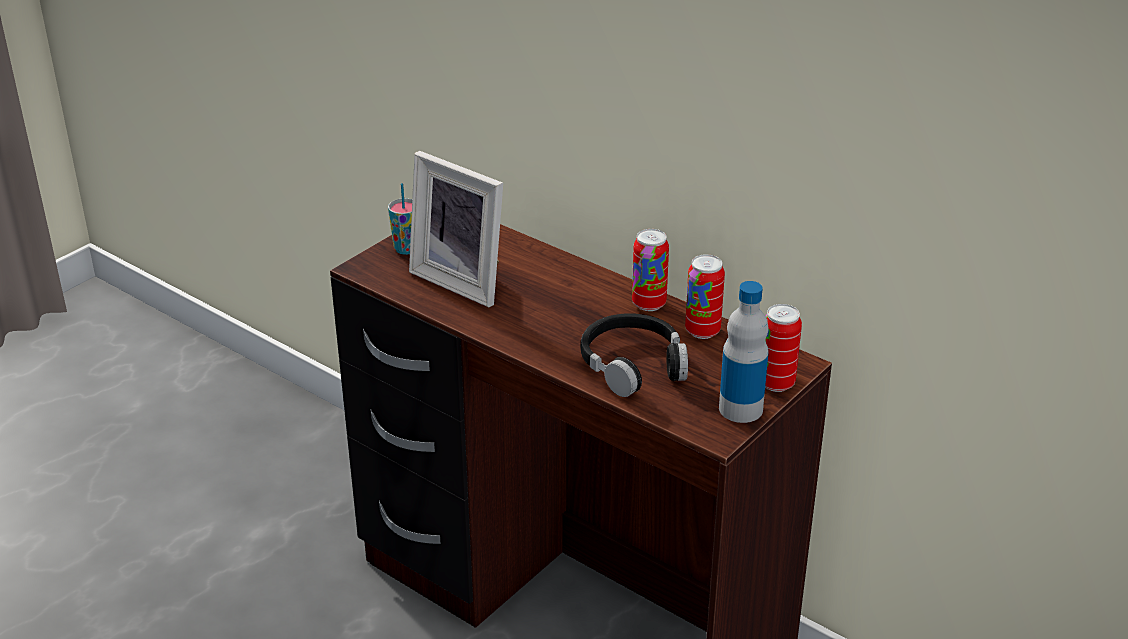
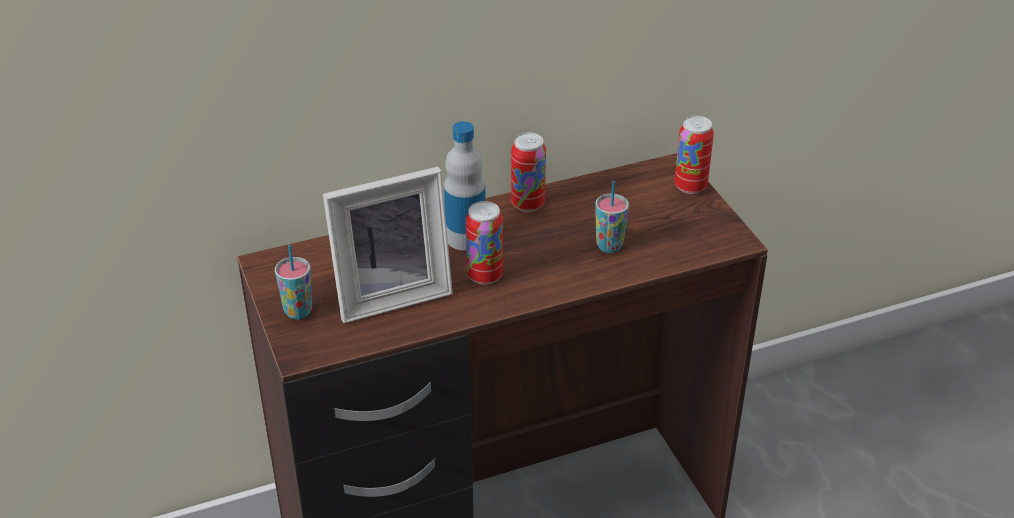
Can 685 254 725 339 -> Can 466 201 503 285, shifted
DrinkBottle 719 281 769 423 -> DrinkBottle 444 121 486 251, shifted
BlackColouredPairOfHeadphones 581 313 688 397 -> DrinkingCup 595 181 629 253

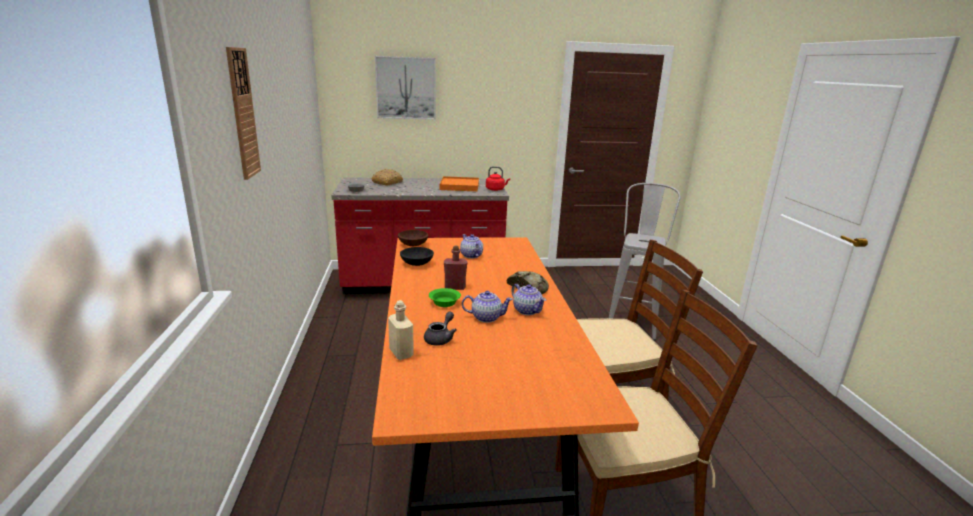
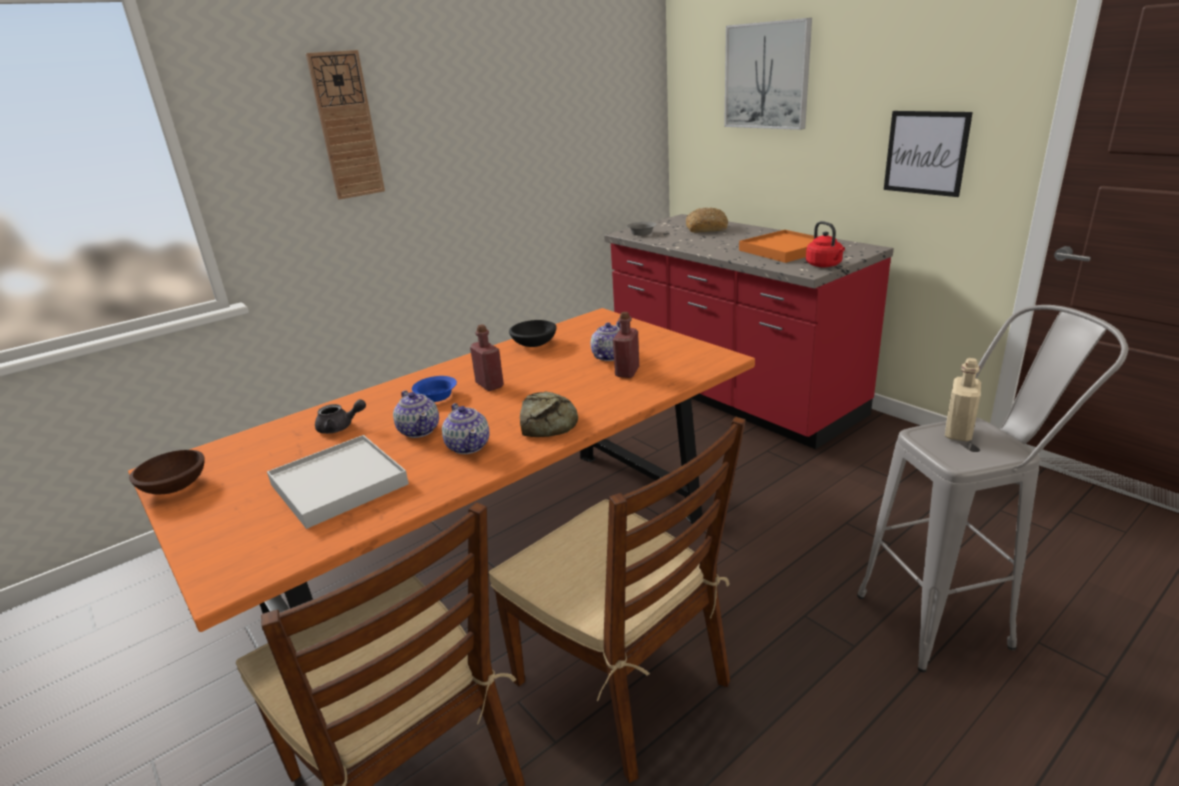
BrownServingBowl 398 230 428 246 -> BrownServingBowl 129 450 205 495, shifted
PotForTea 511 284 546 315 -> PotForTea 442 403 490 454, 45 degrees counterclockwise
GreenishServingBowl 429 288 461 307 -> BluishServingBowl 412 376 457 402
SandColouredDrinkBottle 388 300 414 360 -> SandColouredDrinkBottle 945 358 981 441, shifted
none -> WallPicture 884 111 973 197
none -> RedDrinkBottle 613 312 639 378
none -> WhitishServingTray 267 435 409 529

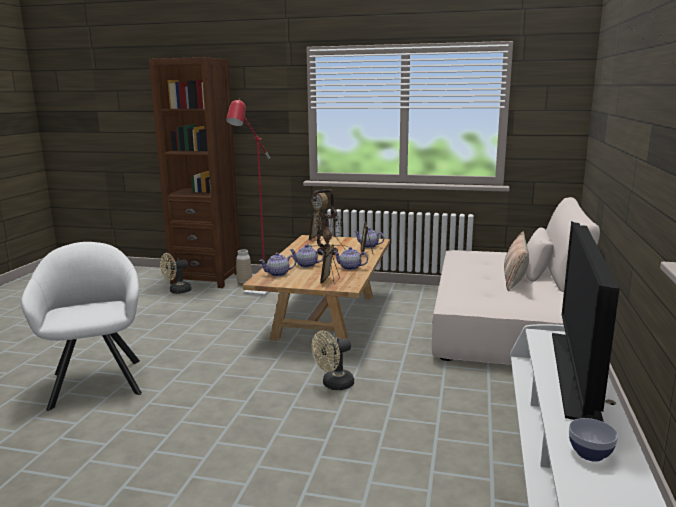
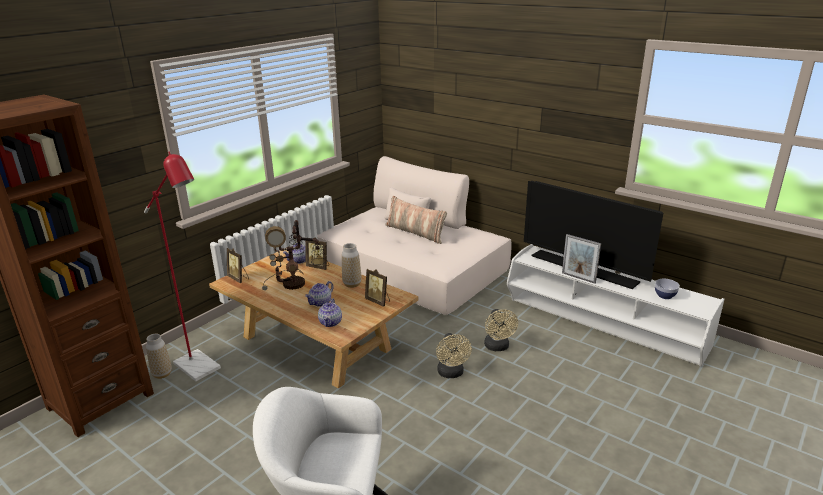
PotForTea 333 247 368 270 -> Vase 342 243 361 288
SandColouredCoolingFan 160 253 192 294 -> SandColouredCoolingFan 484 309 518 351, shifted
none -> StandingFrame 562 234 601 284

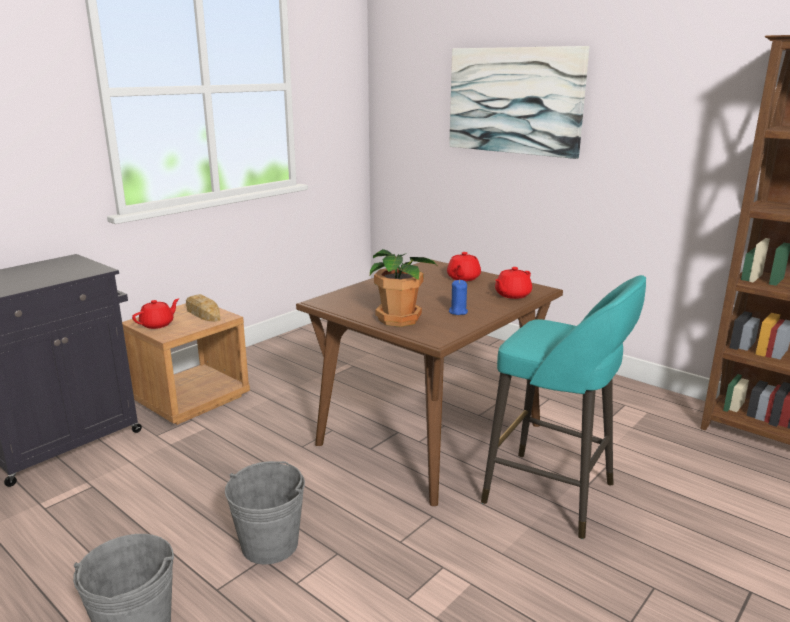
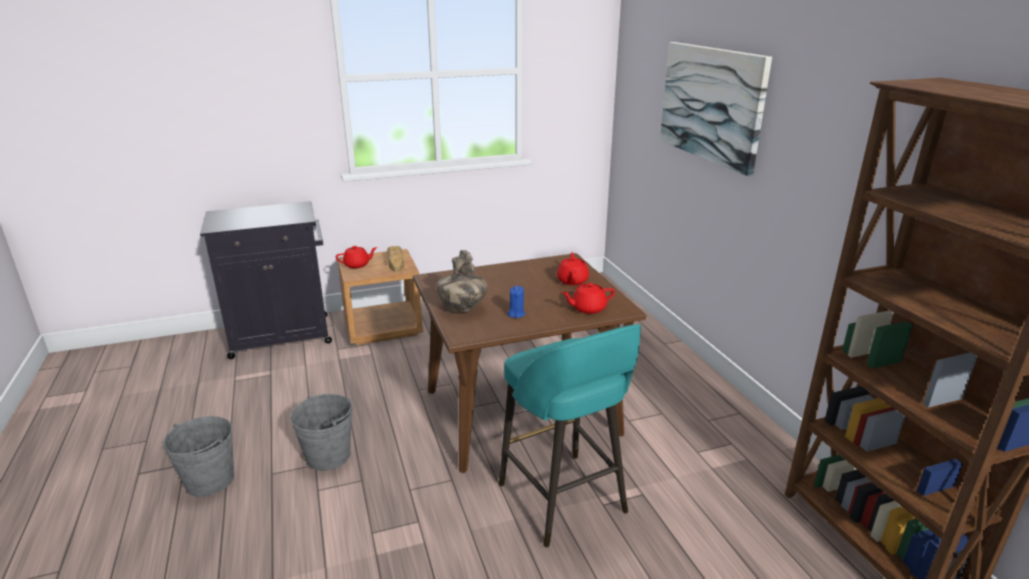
Houseplant 370 249 437 327 -> Vase 436 250 487 312
RedPotForTea 447 252 481 281 -> RedPotForTea 557 252 589 285, 135 degrees clockwise

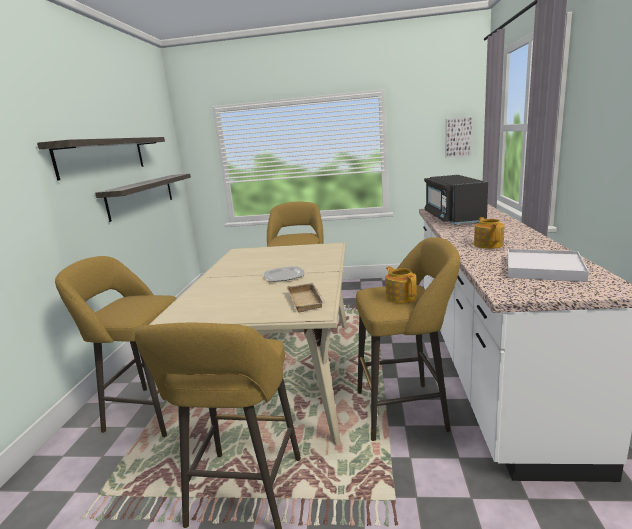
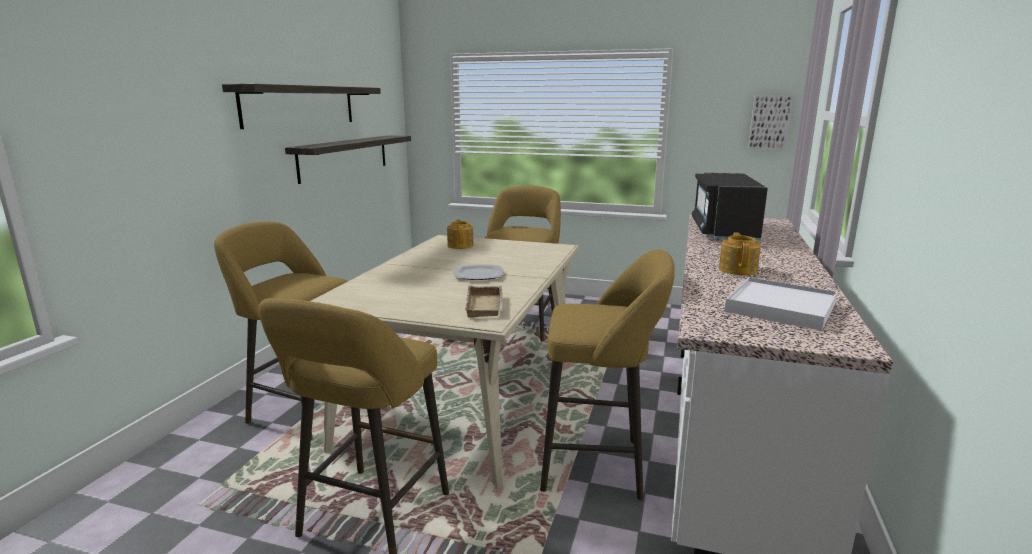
PotForTea 385 266 417 303 -> PotForTea 447 219 474 249, shifted

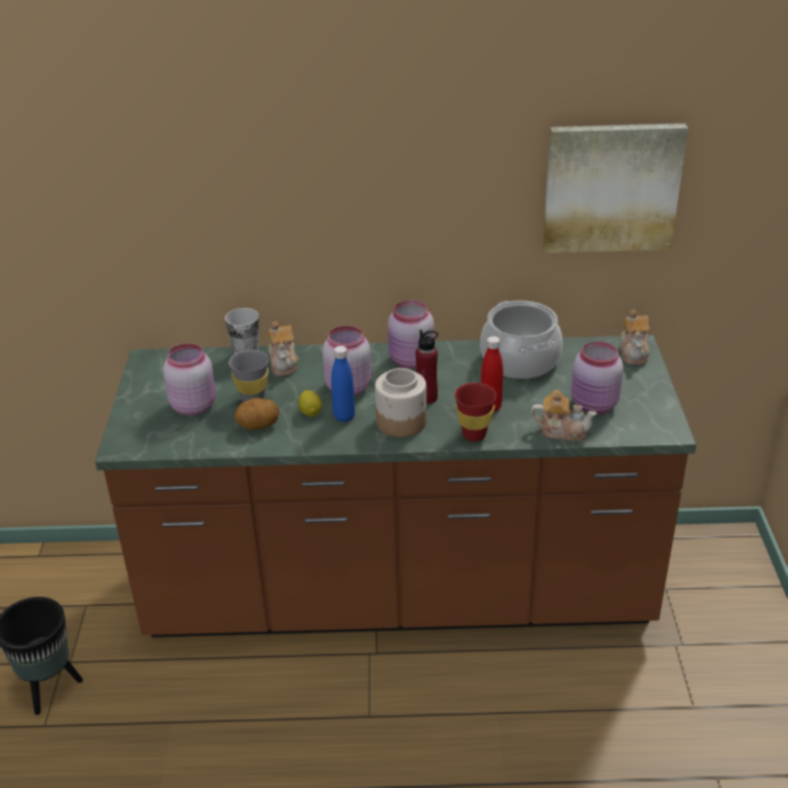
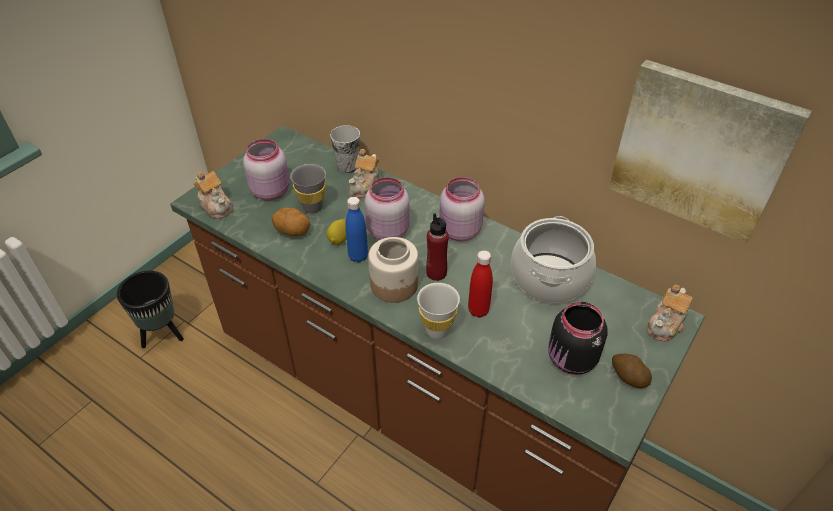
PinkColouredJar 571 341 623 414 -> BlackColouredJar 548 302 608 375
RedDrinkingCup 454 382 497 442 -> WhitishDrinkingCup 417 283 460 339
PotForTea 531 390 597 441 -> PotForTea 193 171 232 219, shifted
none -> Spud 612 354 652 388

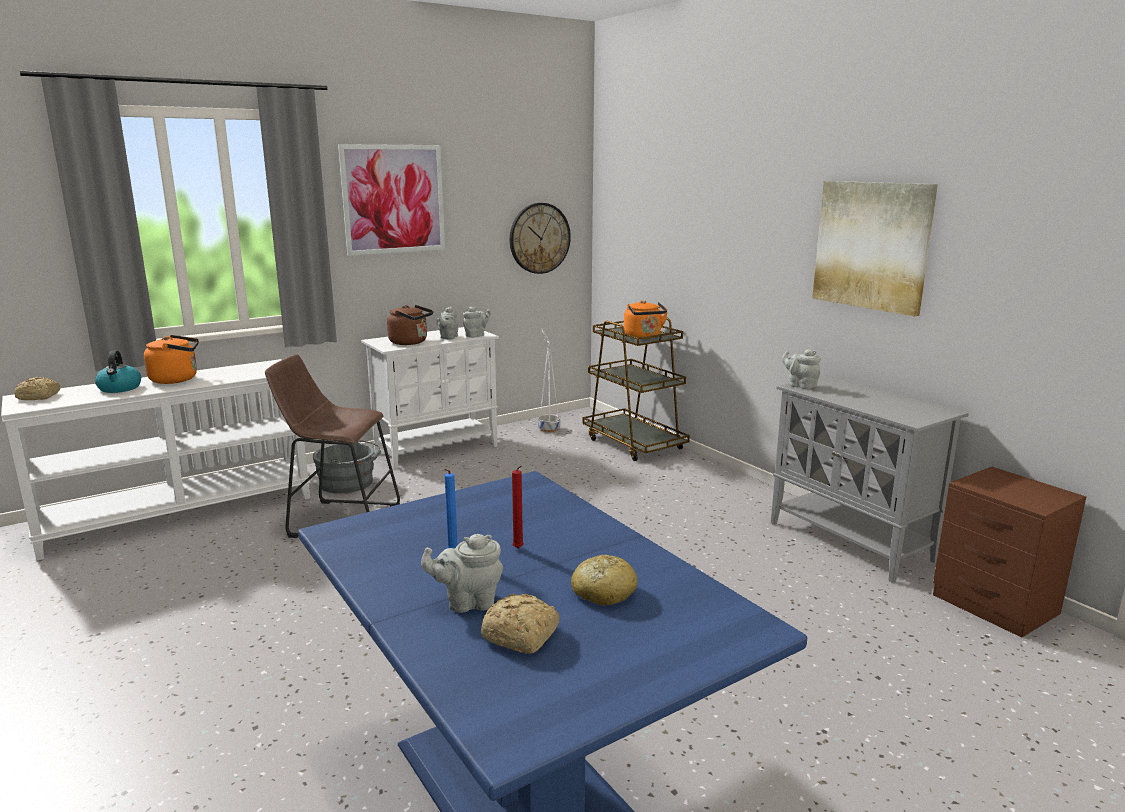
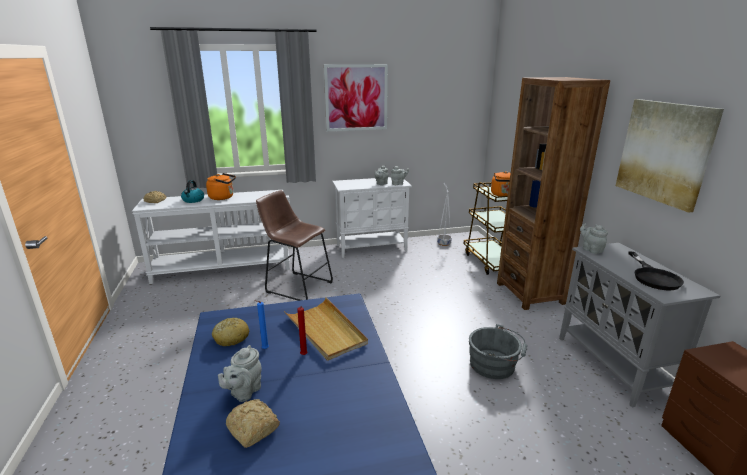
HangingClock 510 203 571 274 -> none
BrownTeaKettle 387 305 433 345 -> none
GreyWaterBucket 313 440 381 493 -> GreyWaterBucket 469 324 527 379, shifted
GreyPotForTea 421 534 503 613 -> GreyPotForTea 218 345 261 402, 75 degrees counterclockwise
BakedBread 571 555 637 605 -> BakedBread 212 318 249 346, shifted
none -> BrownShelvingUnit 497 77 610 310
none -> BlackColouredSkillet 628 252 684 290
none -> SandColouredServingTray 284 298 368 361

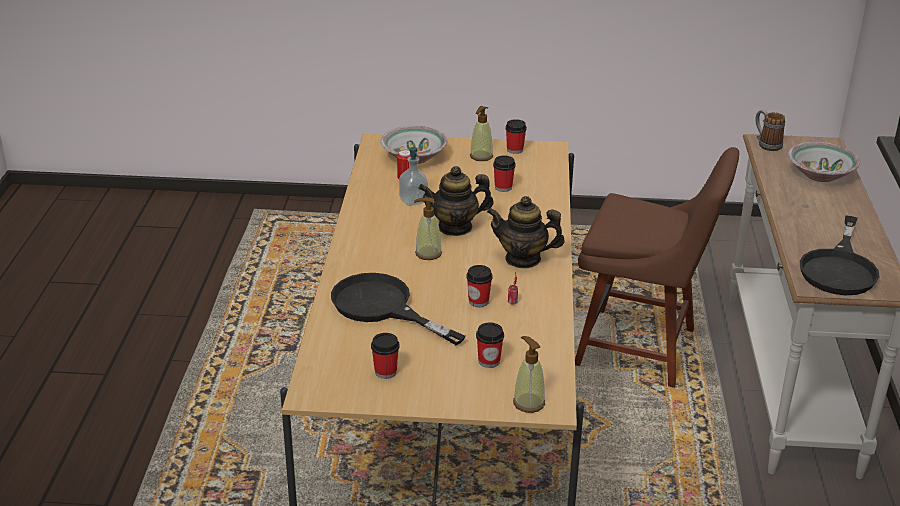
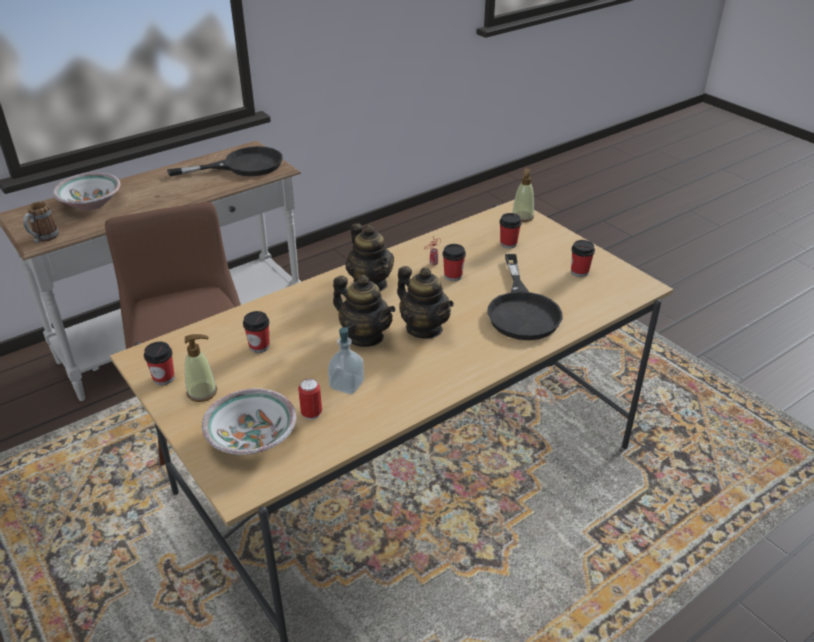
SoapDispenser 414 197 442 260 -> PotForTea 397 266 454 339

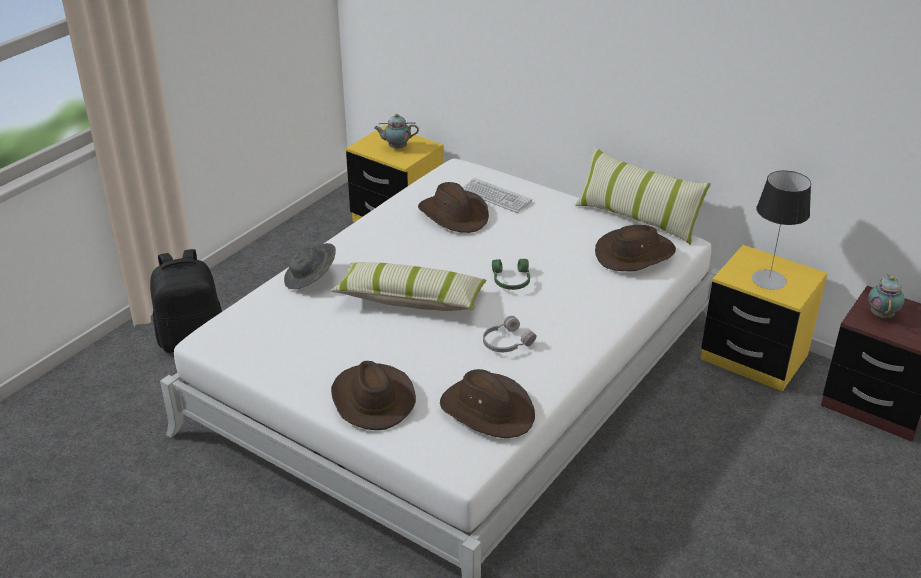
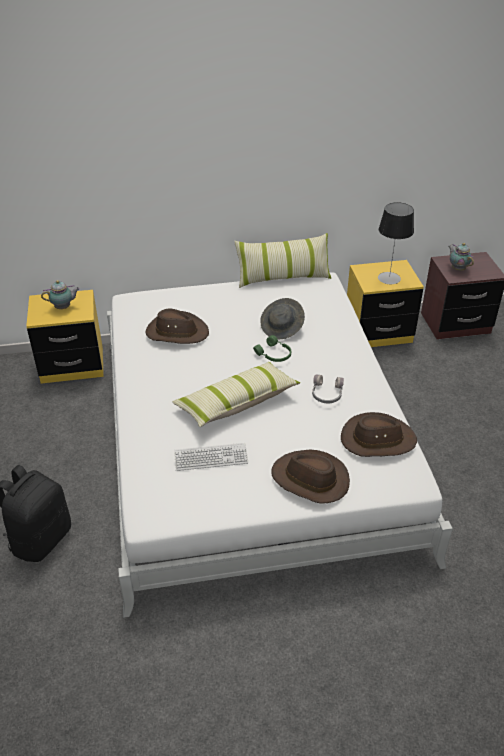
PotForTea 374 114 419 149 -> PotForTea 41 280 80 309, 150 degrees counterclockwise
PcKeyboard 462 178 532 213 -> PcKeyboard 174 443 248 471, shifted
BrownWearableHat 595 225 676 271 -> none
GreyWearableHat 284 243 336 289 -> GreyWearableHat 260 298 305 339, shifted

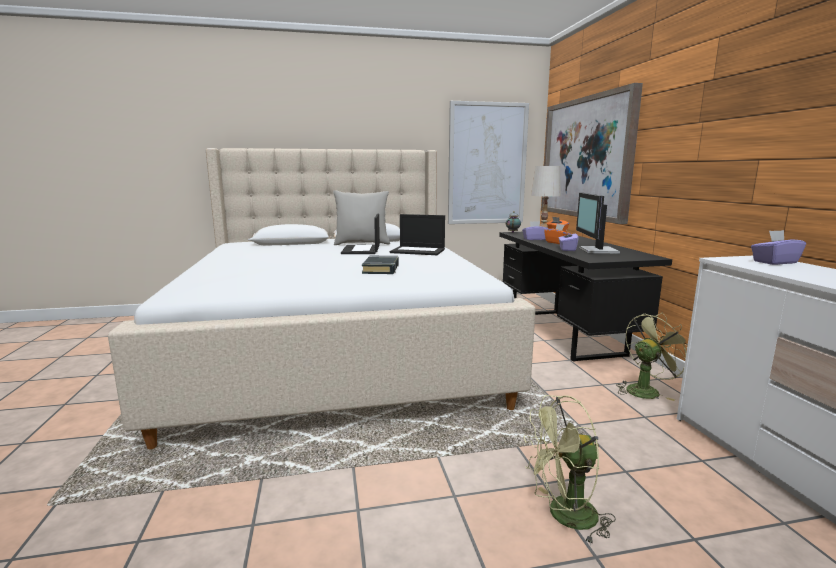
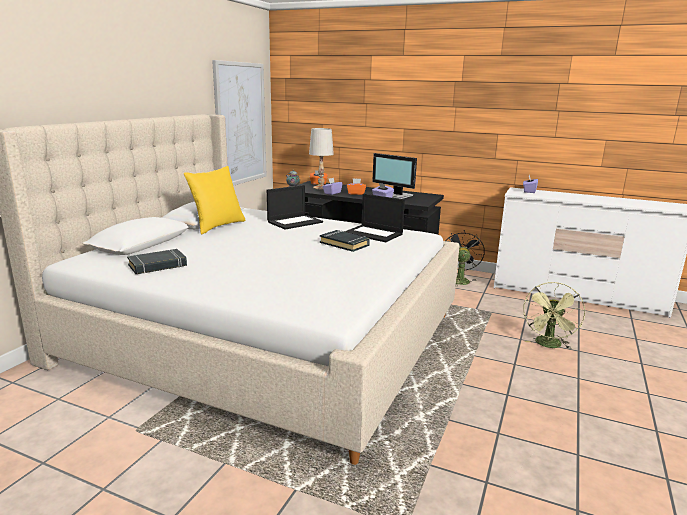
WallPicture 541 83 643 224 -> none
GreyPillow 333 190 390 245 -> YellowPillow 184 166 245 234
Laptop 341 213 380 254 -> Laptop 344 194 405 242, shifted
GreenishCoolingFan 616 313 687 401 -> BlackColouredCoolingFan 445 230 485 287
none -> BlackColouredBoundBook 127 249 187 274

